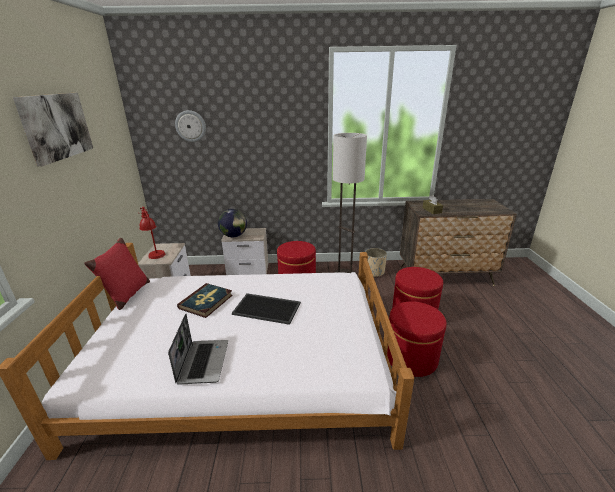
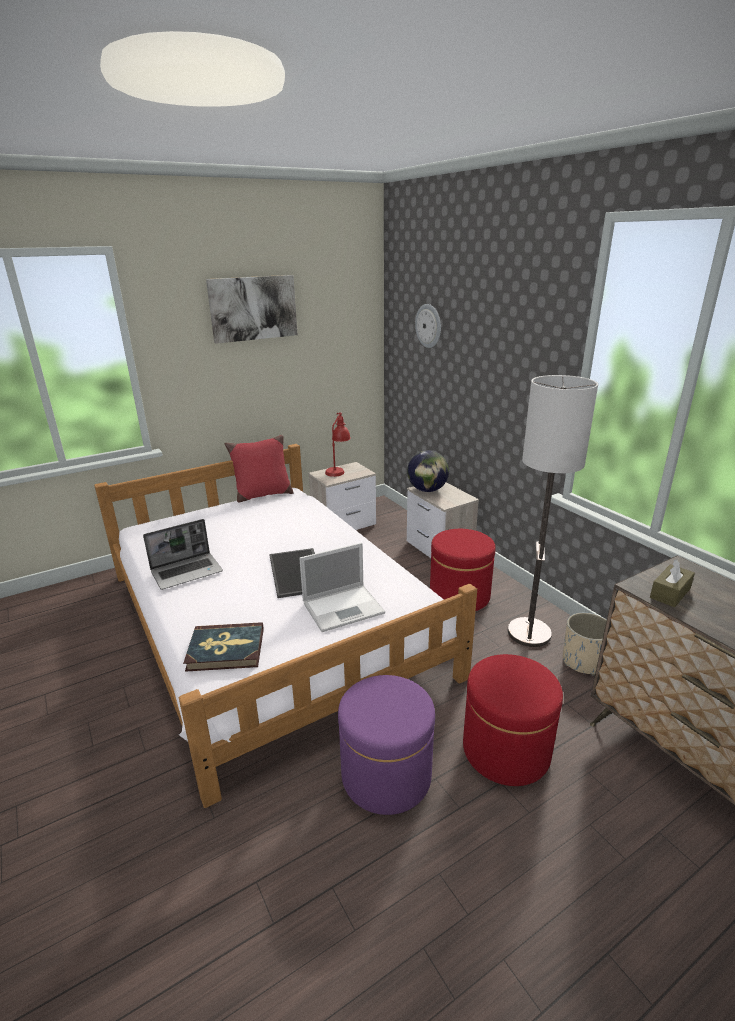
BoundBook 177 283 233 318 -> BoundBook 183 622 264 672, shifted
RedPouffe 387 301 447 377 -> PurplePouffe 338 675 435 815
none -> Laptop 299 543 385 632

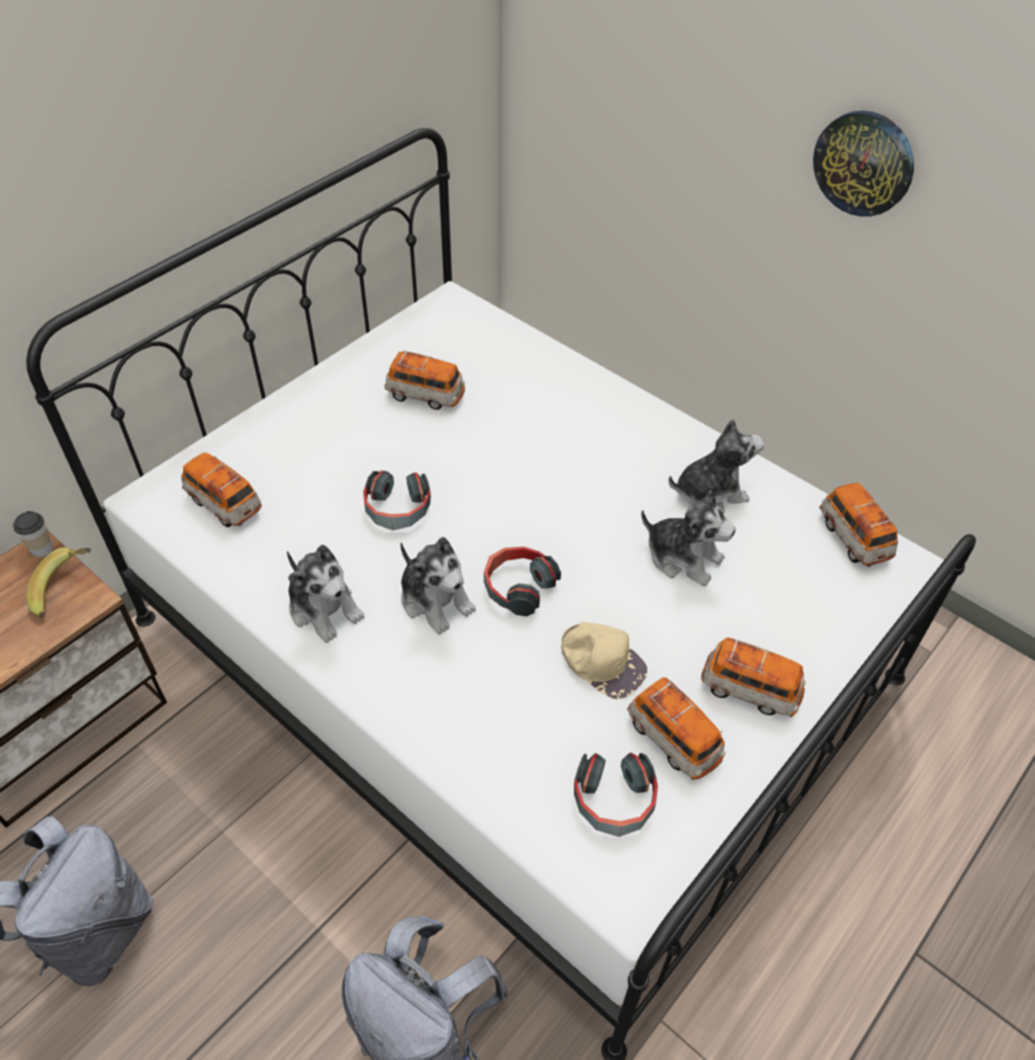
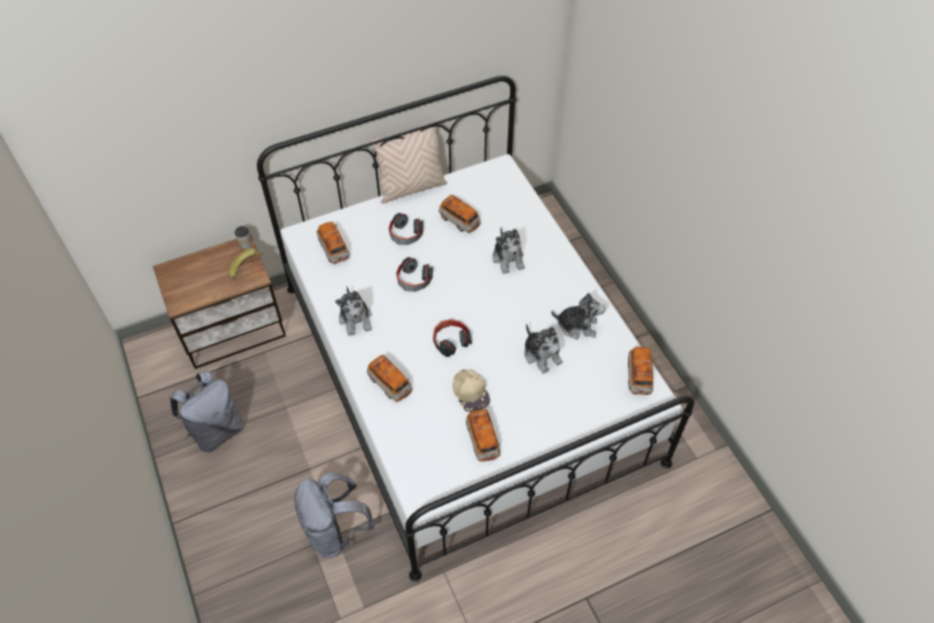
HangingClock 813 111 914 217 -> none
CuddlyToy 400 537 476 635 -> CuddlyToy 492 227 525 274, shifted
ModelCar 701 638 806 717 -> ModelCar 367 355 412 402, shifted
PairOfHeadphones 574 753 658 837 -> PairOfHeadphones 389 213 423 245, shifted
none -> SandColouredPillow 370 127 447 204

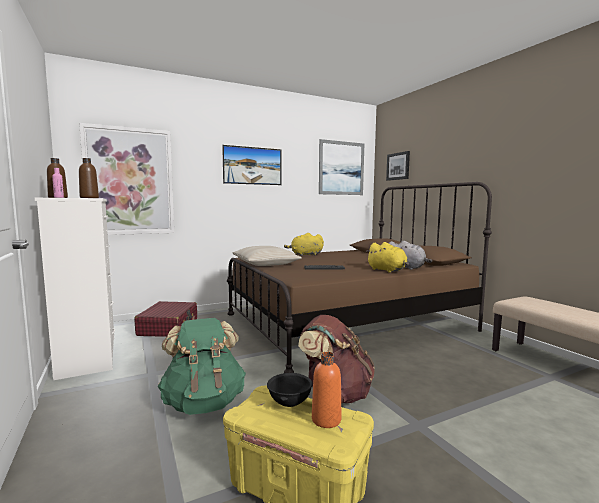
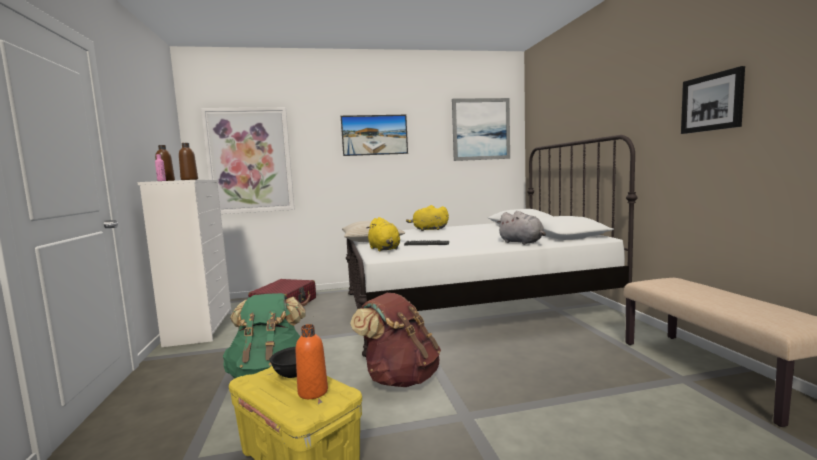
WallPicture 386 151 410 181 -> WallPicture 681 66 745 134, shifted
BrownSleepingBed 227 182 492 373 -> WhitishSleepingBed 346 135 638 357
YellowCuddlyToy 366 242 409 273 -> YellowCuddlyToy 366 217 400 251, shifted

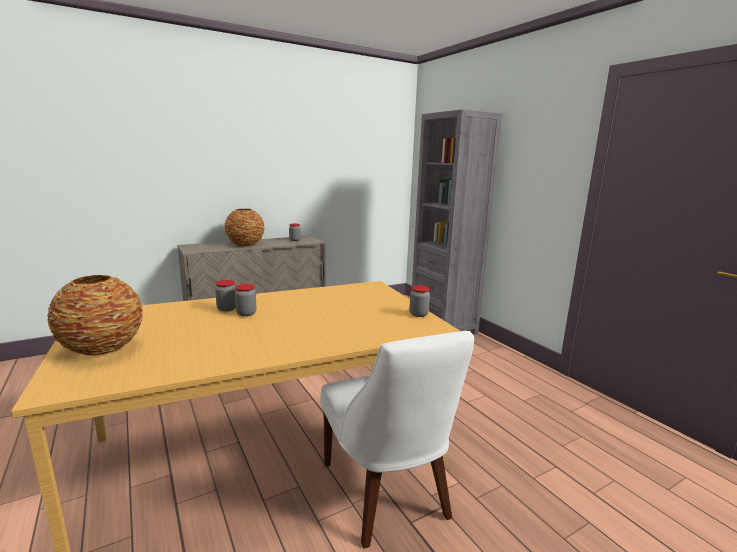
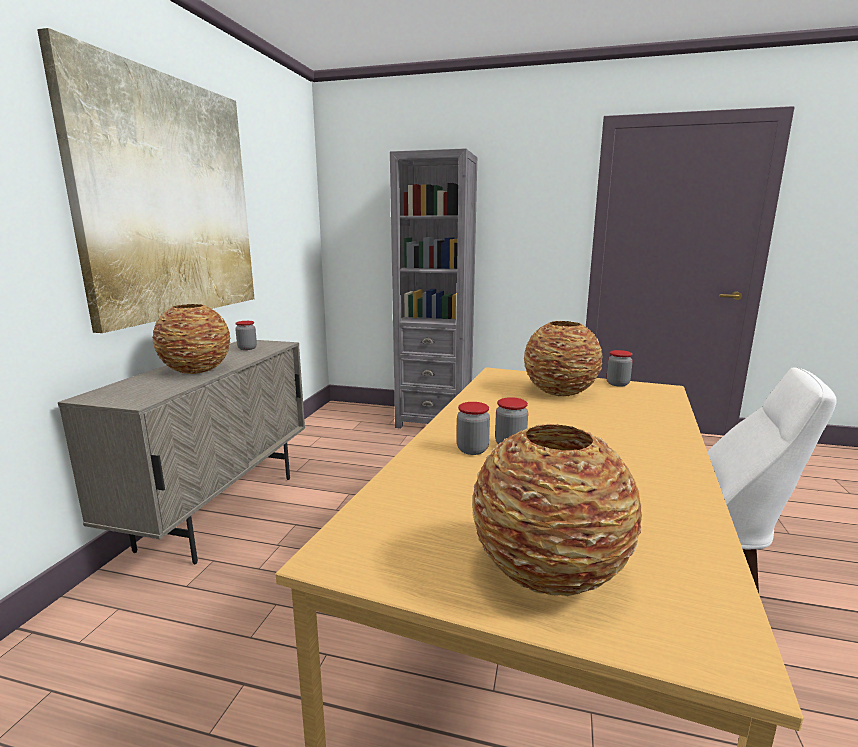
none -> WallPicture 37 28 254 333
none -> Vase 524 321 603 396

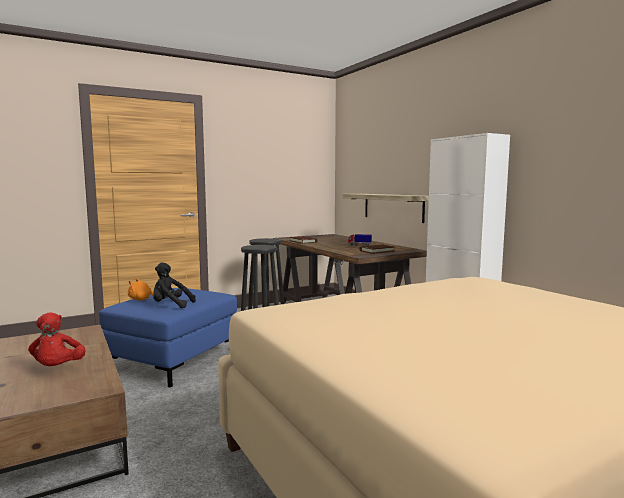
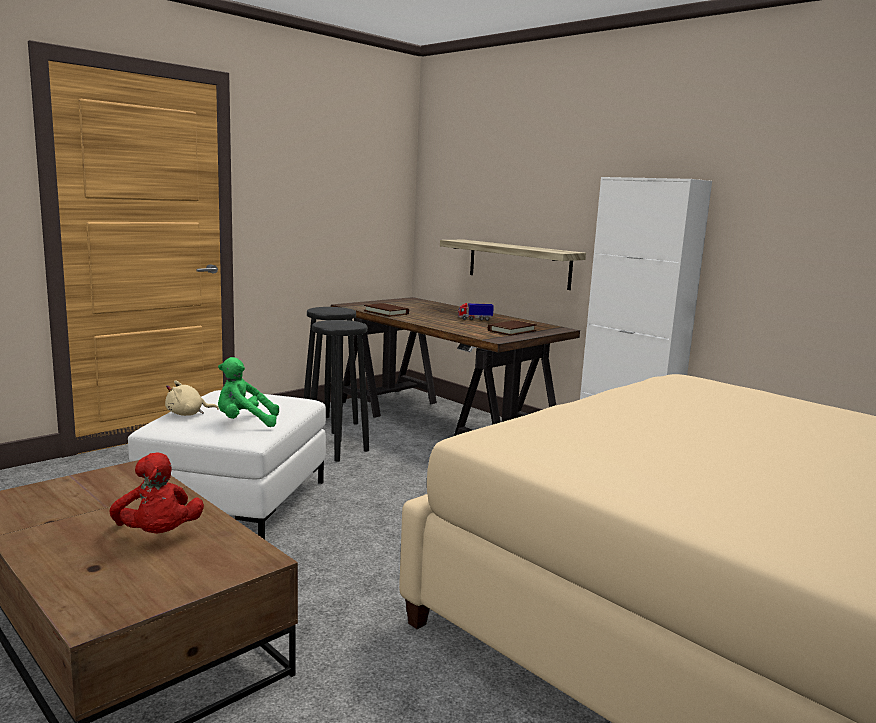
BlackColouredCuddlyToy 153 263 196 308 -> GreenishCuddlyToy 218 357 279 427
OrangeCuddlyToy 128 278 154 300 -> SandColouredCuddlyToy 165 380 219 416
BluishPouffe 99 288 237 388 -> WhitishPouffe 128 390 326 539

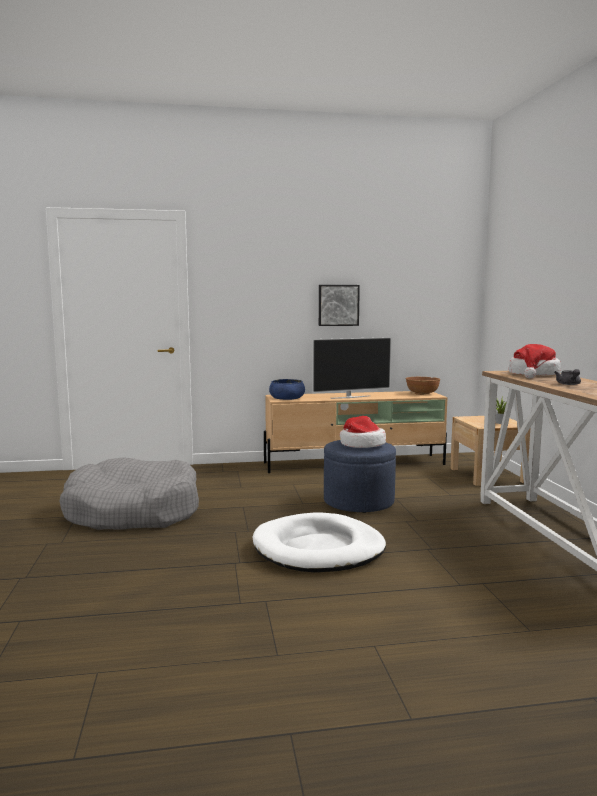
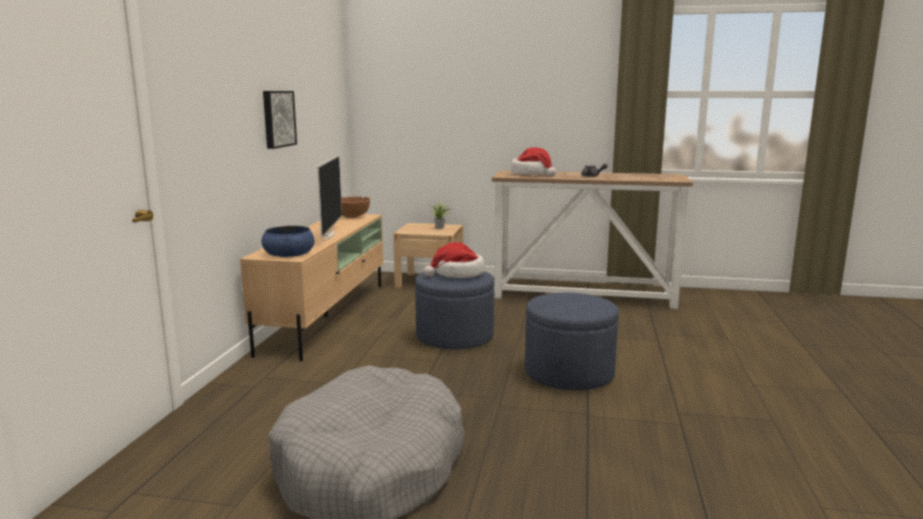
WhitishDogBed 252 512 386 572 -> BluishPouffe 525 293 619 390

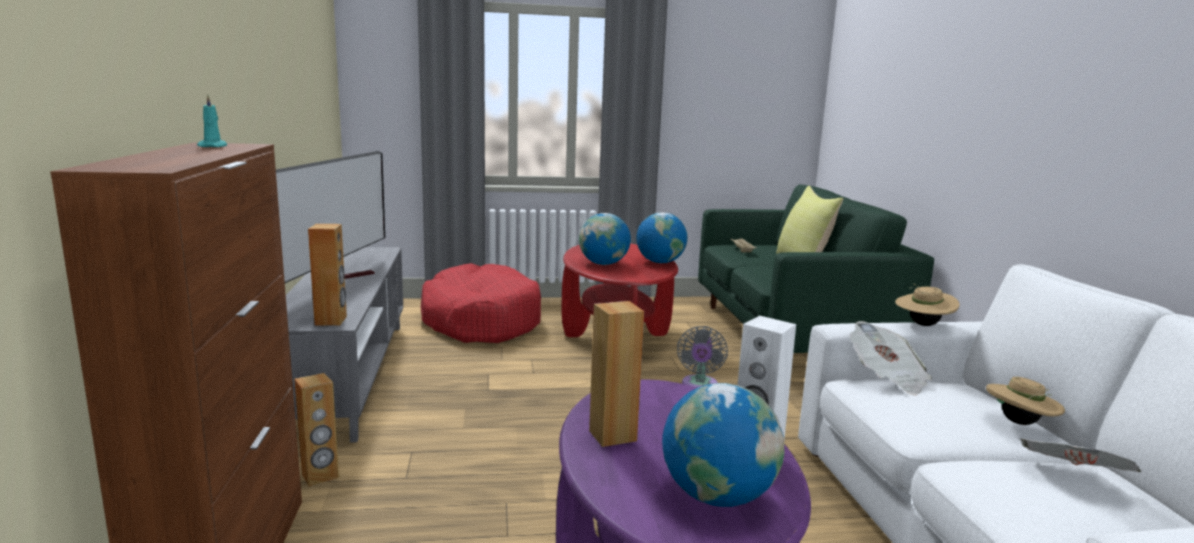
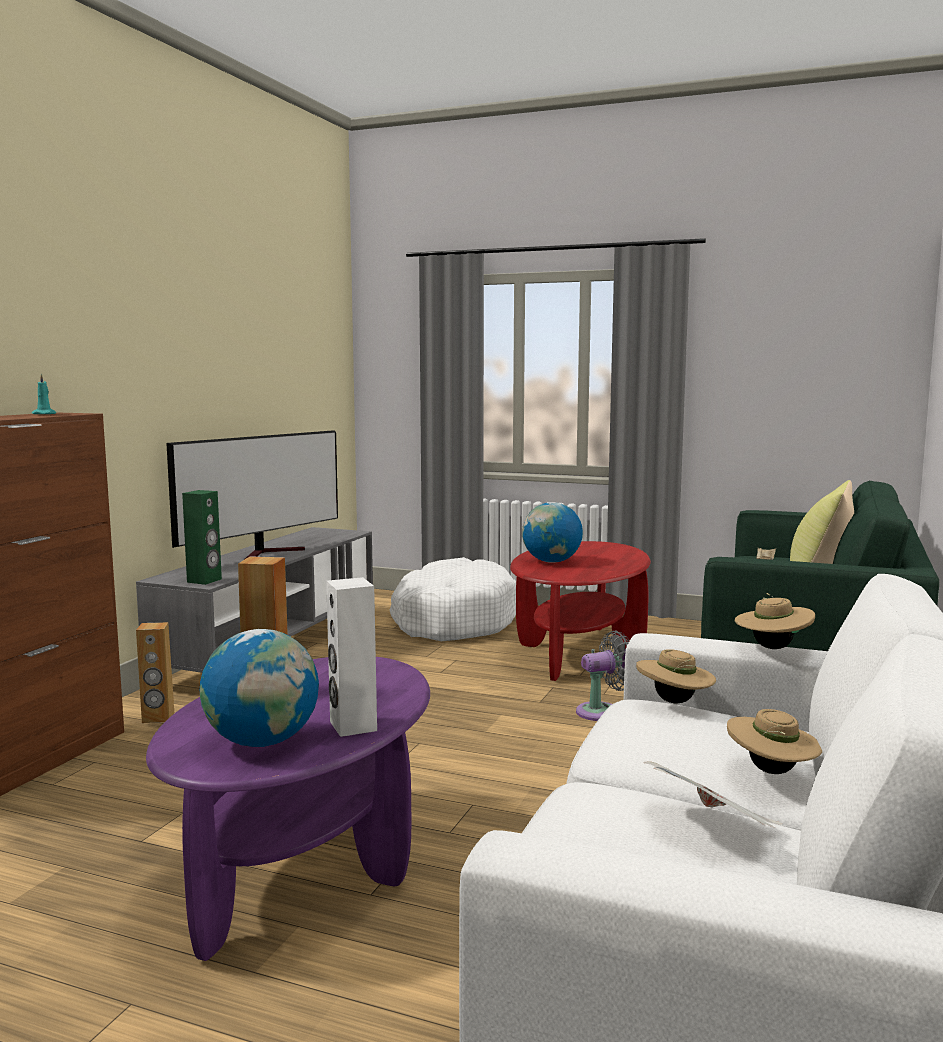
DeskGlobe 636 212 688 263 -> none
BrownSpeaker 308 224 347 325 -> GreenishSpeaker 182 490 222 585
RedDogBed 421 263 541 343 -> WhitishDogBed 390 557 516 641
Newspaper 849 321 932 396 -> SandColouredWearableHat 636 649 716 703
GreyCoolingFan 677 326 728 388 -> GreyCoolingFan 576 631 629 721, 150 degrees counterclockwise

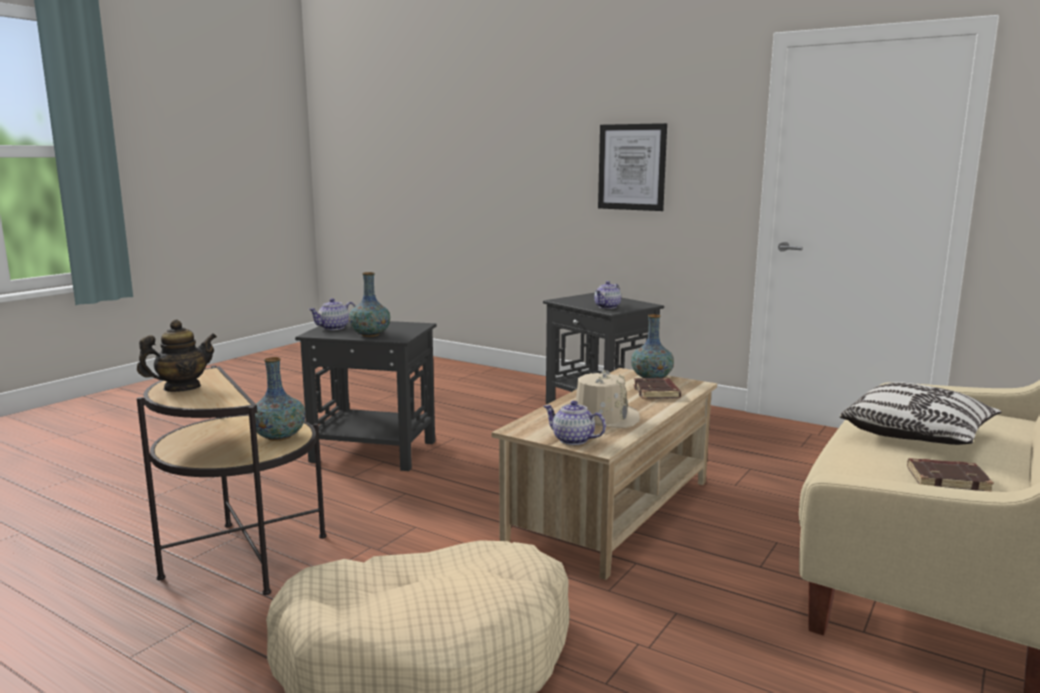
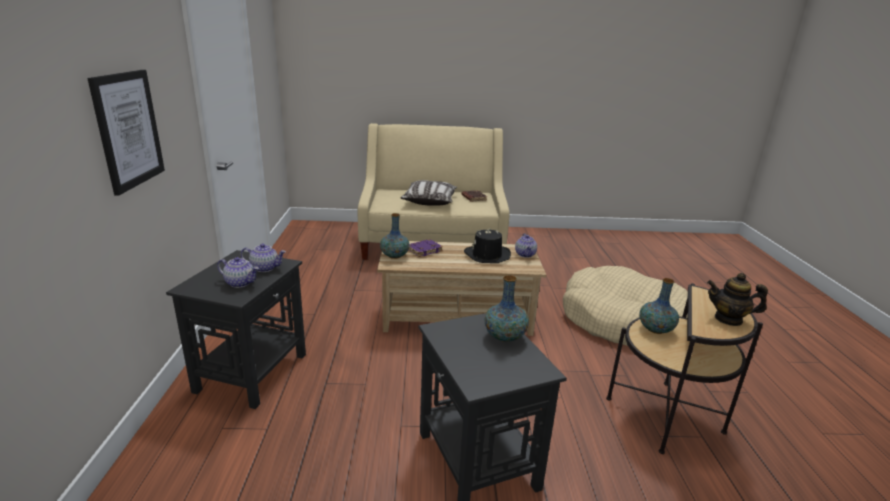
PotForTea 308 298 356 330 -> PotForTea 217 257 259 288, shifted
SandColouredWearableHat 558 370 640 428 -> BlackColouredWearableHat 464 228 511 263
BrownBoundBook 634 378 681 399 -> PurpleBoundBook 409 239 443 257

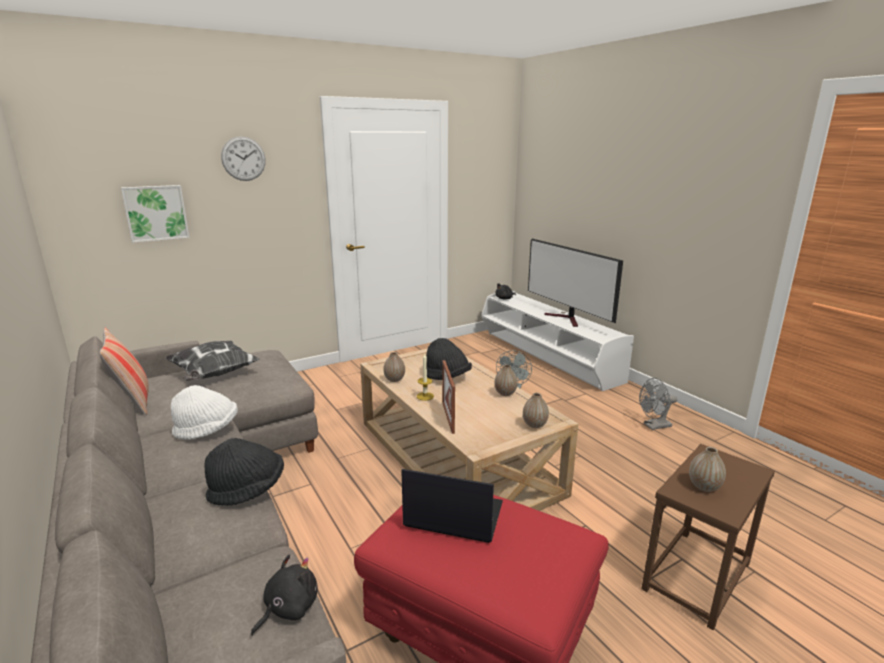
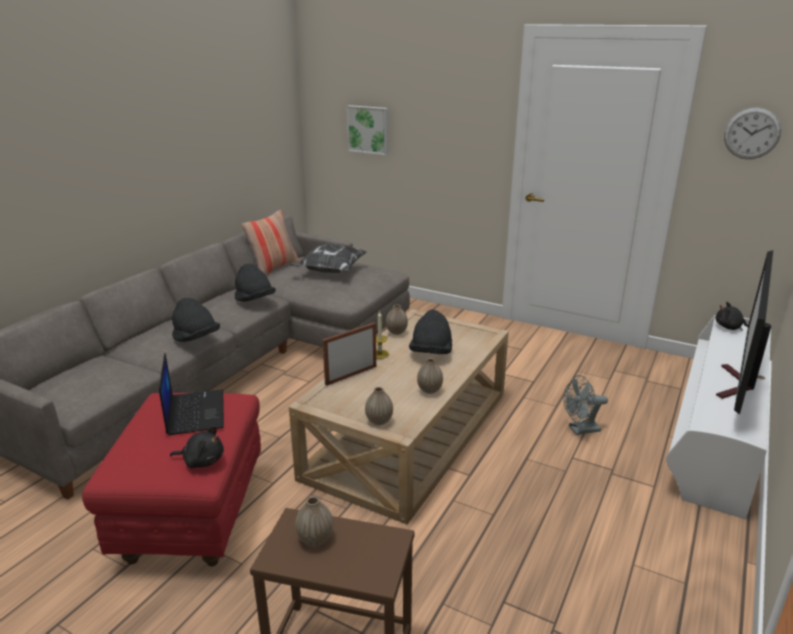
HangingClock 221 136 265 181 -> HangingClock 724 108 781 159, shifted
GreyCoolingFan 639 378 677 430 -> none
WhitishWearableHat 171 385 238 440 -> BlackColouredWearableHat 235 264 276 302
BlackColouredCuddlyToy 251 554 318 636 -> BlackColouredCuddlyToy 170 426 224 468, shifted

